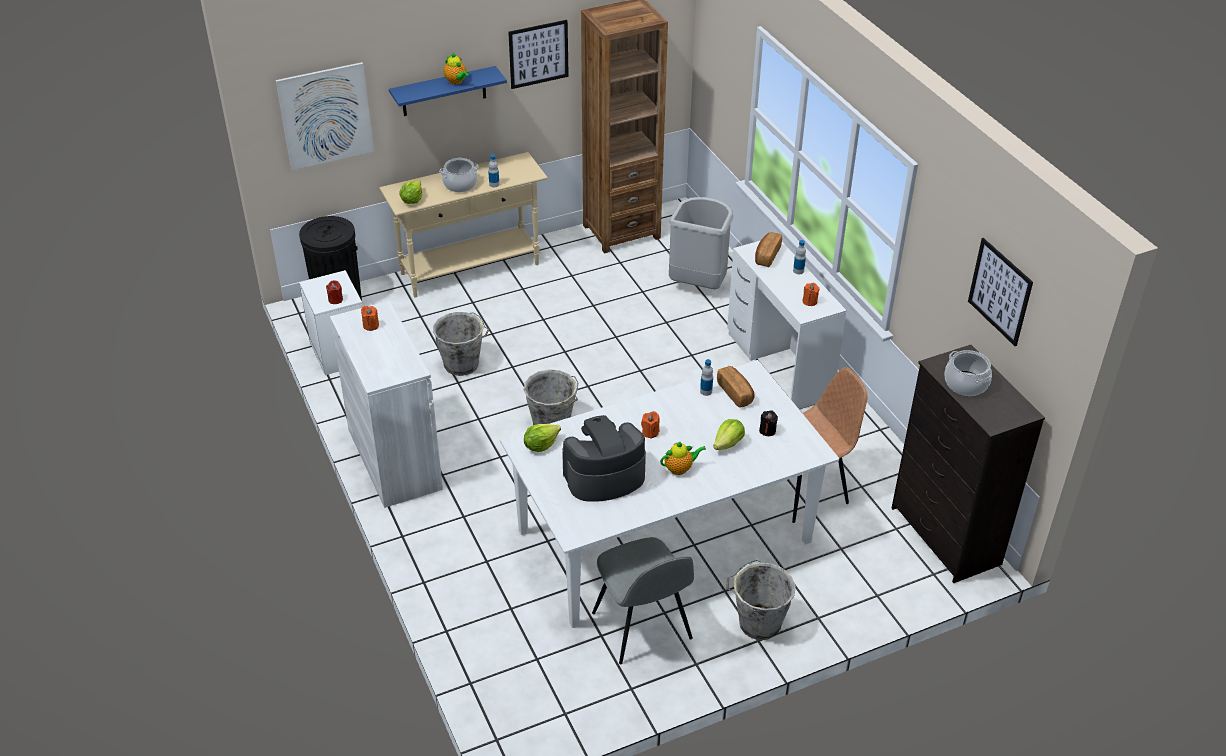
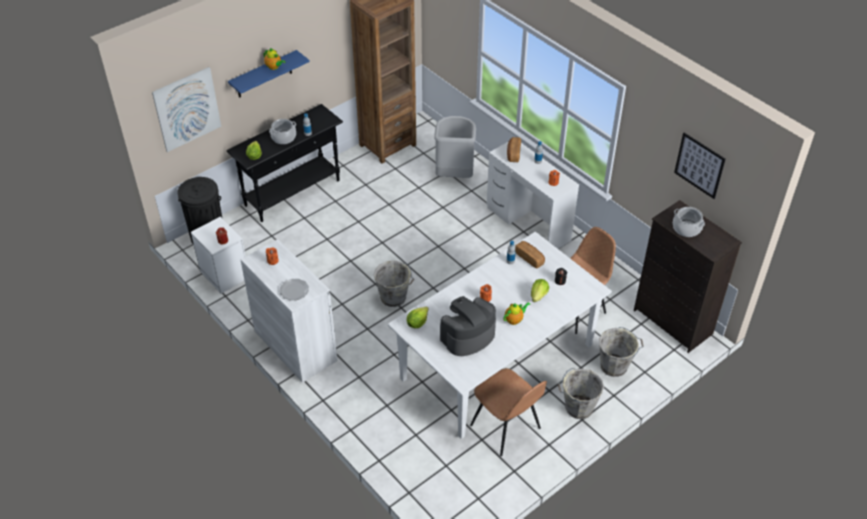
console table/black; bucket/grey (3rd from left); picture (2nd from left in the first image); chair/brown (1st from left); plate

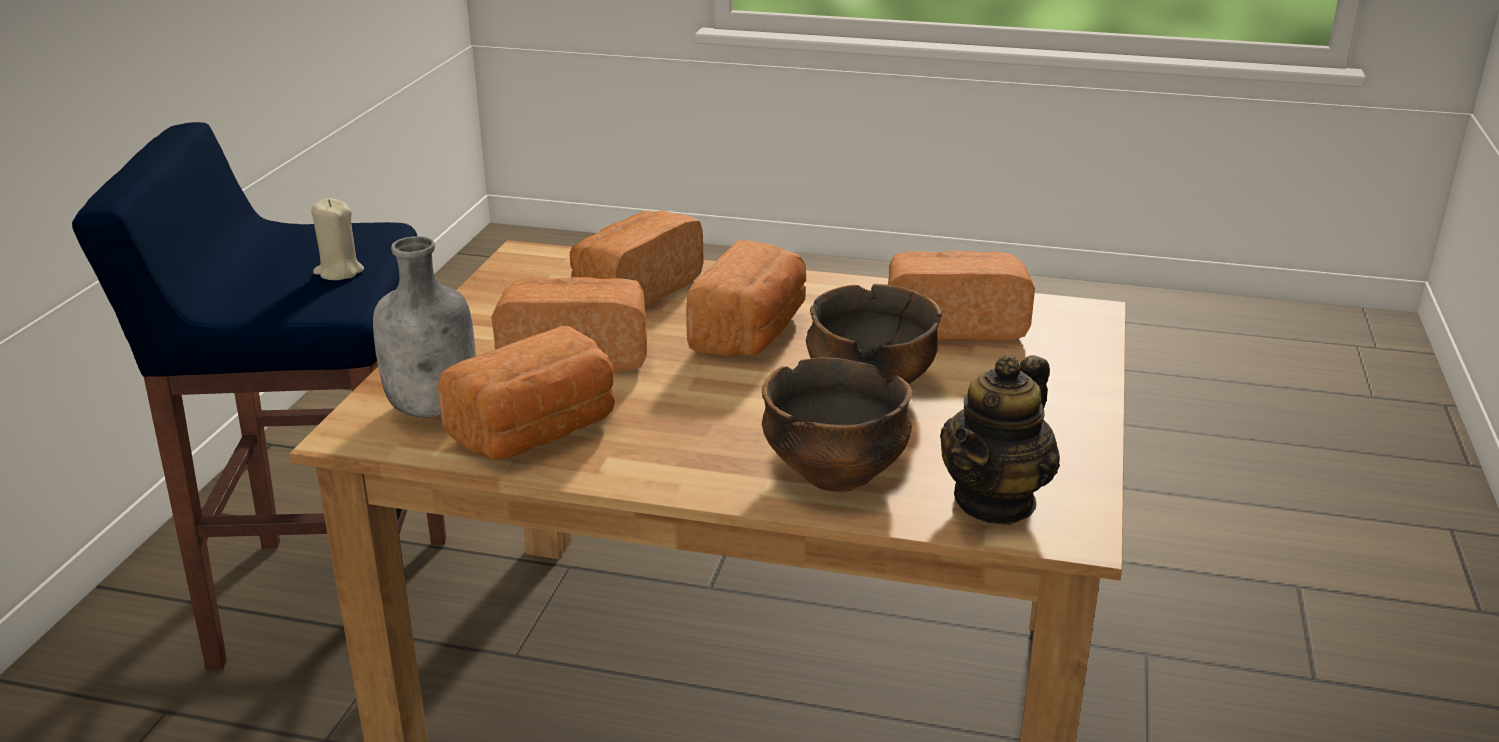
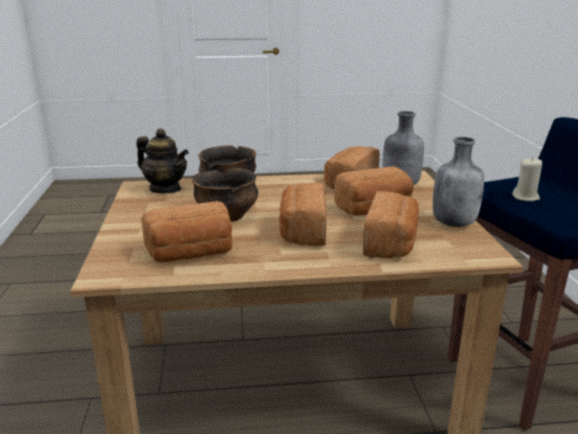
teapot; bottle/grey (2nd from left)

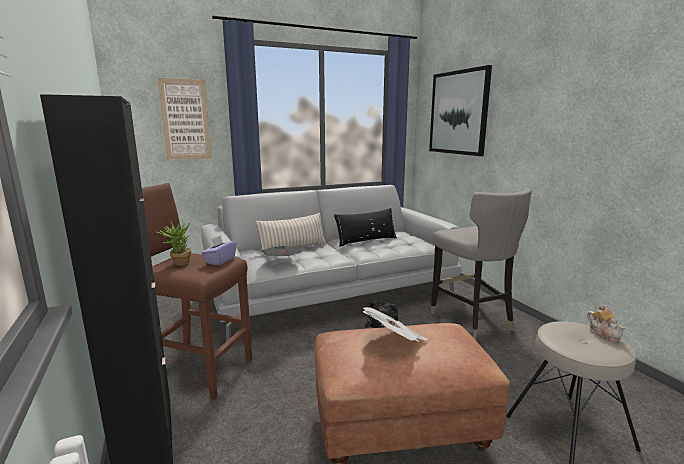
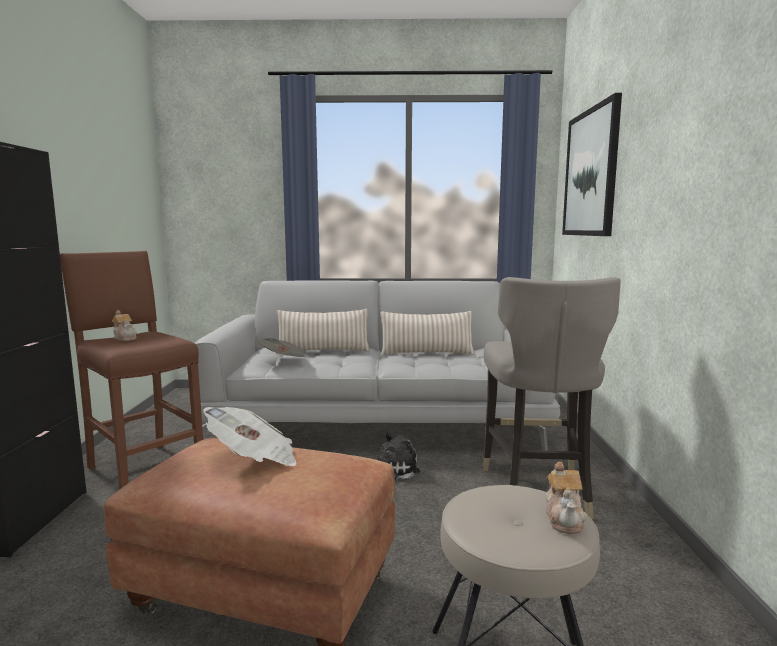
teapot (1st from left); picture (1st from left in the first image); tissue box/purple; pillow/beige (2nd from left)

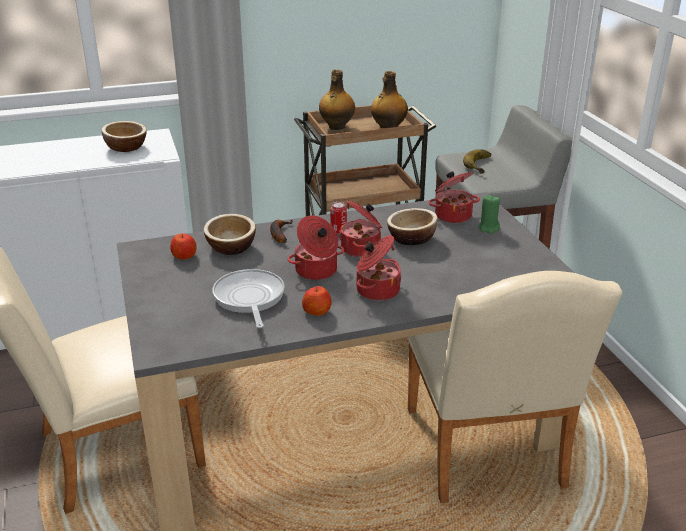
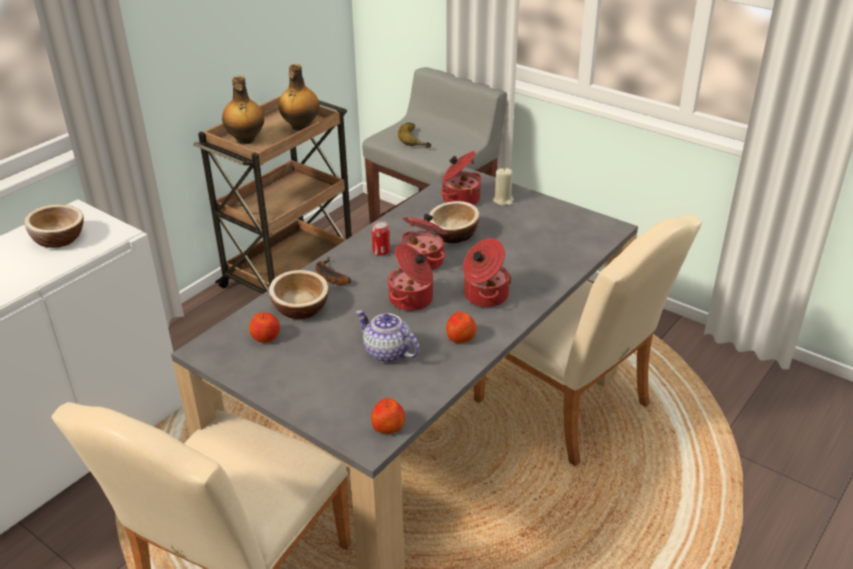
teapot; candle/beige; apple (2nd from left)

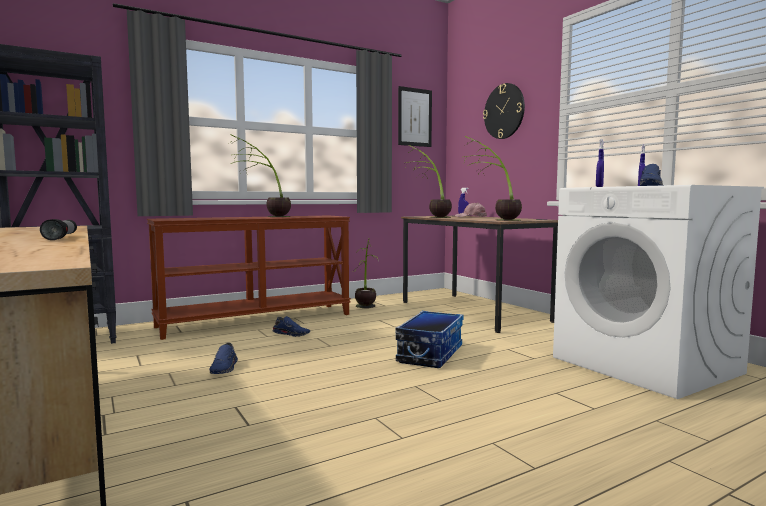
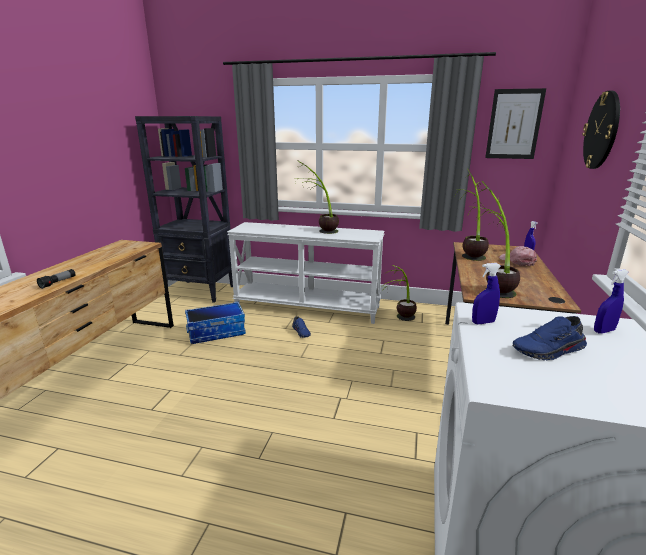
console table/white; shoe/blue (1st from left in the first image); storage box

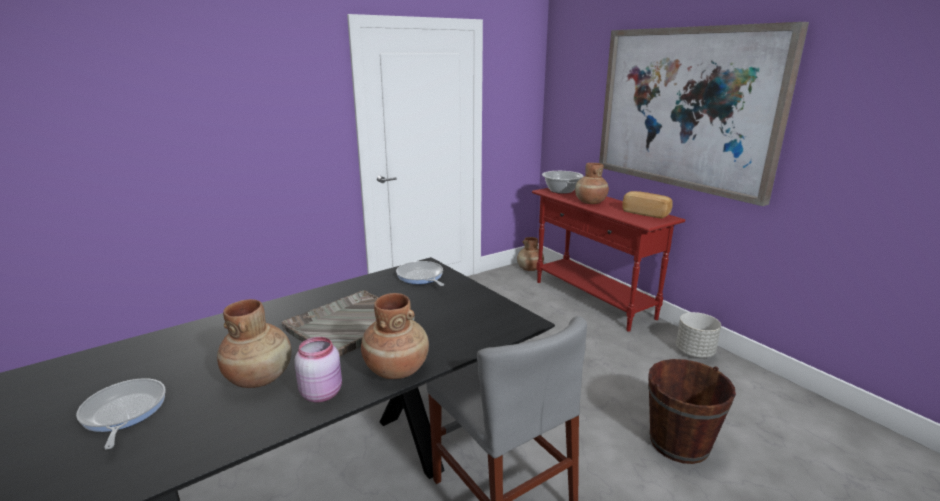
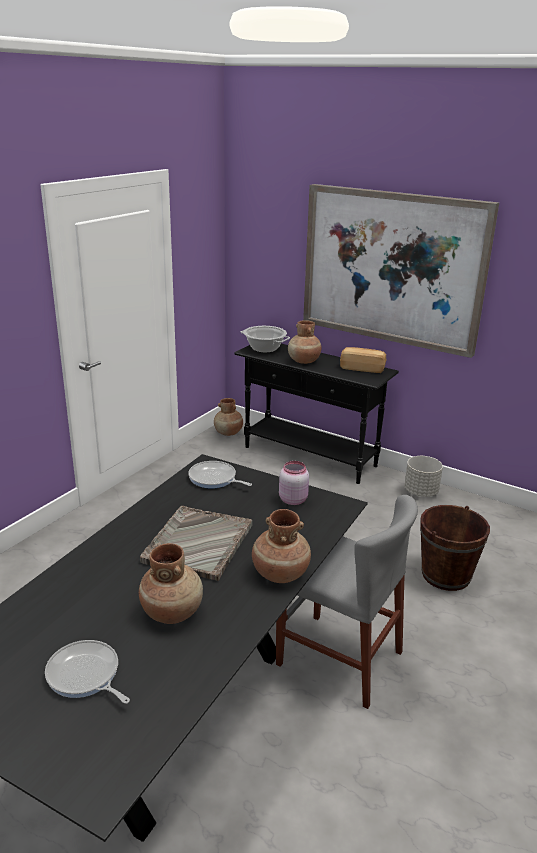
jar/pink; console table/black

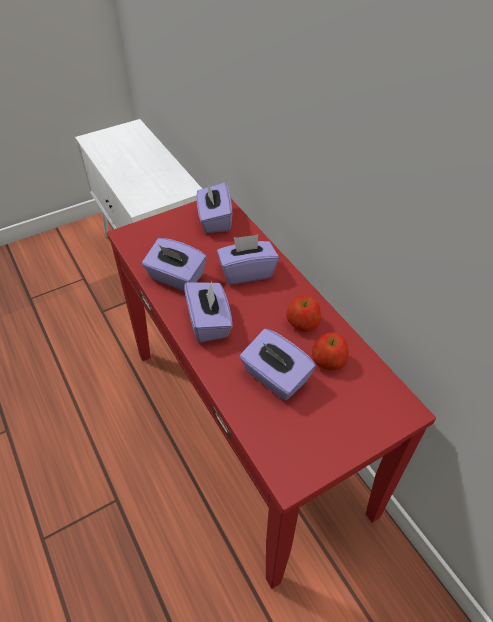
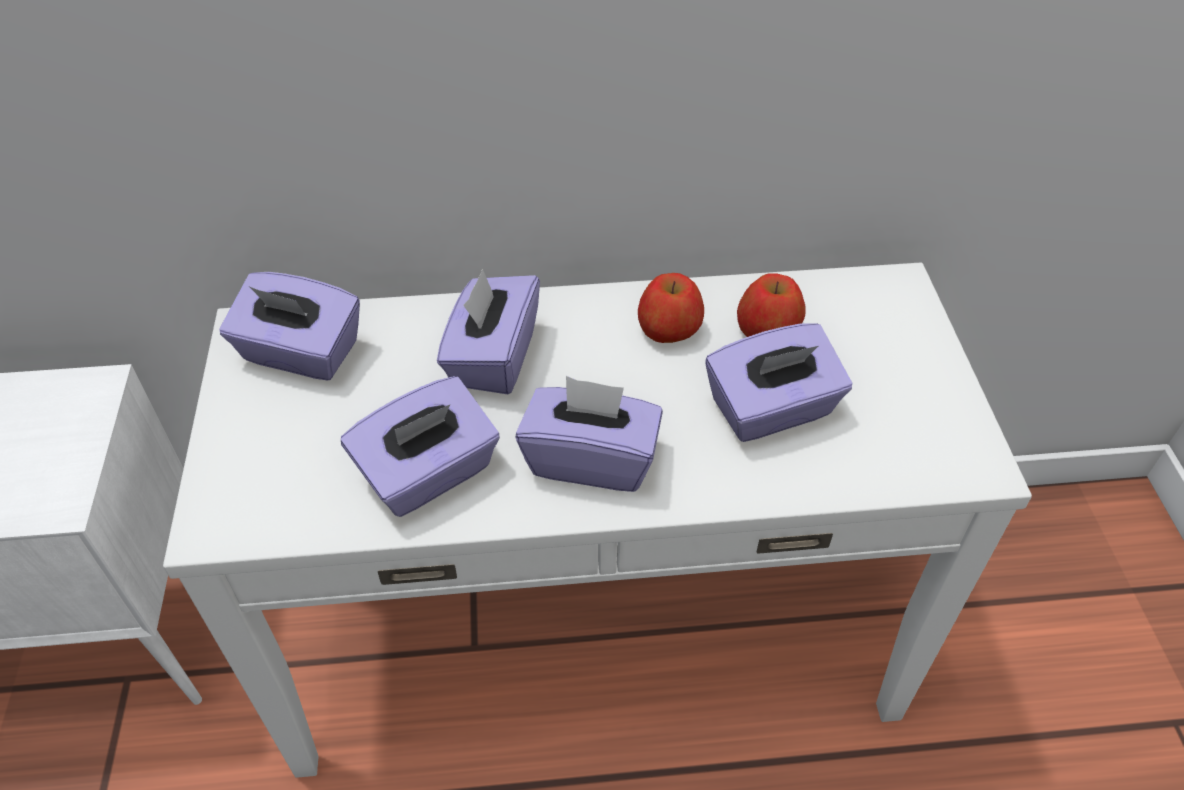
console table/white

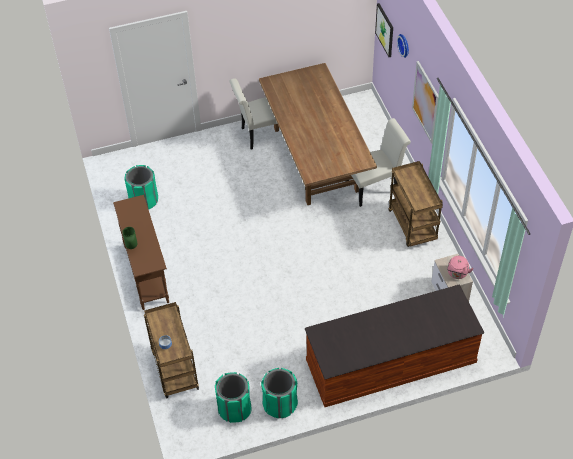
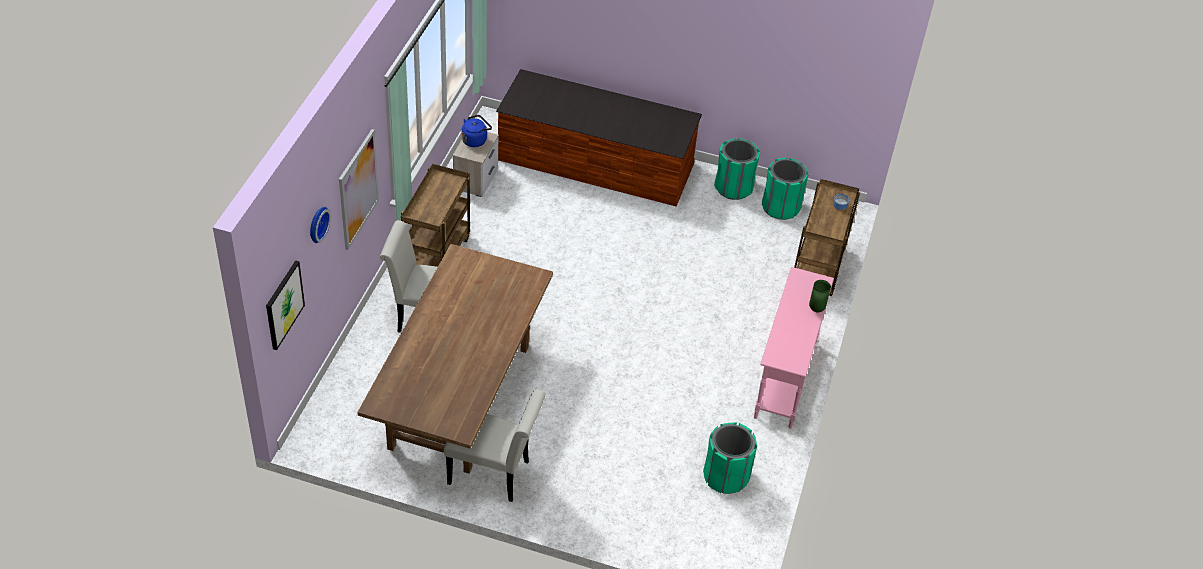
console table/pink; kettle/blue

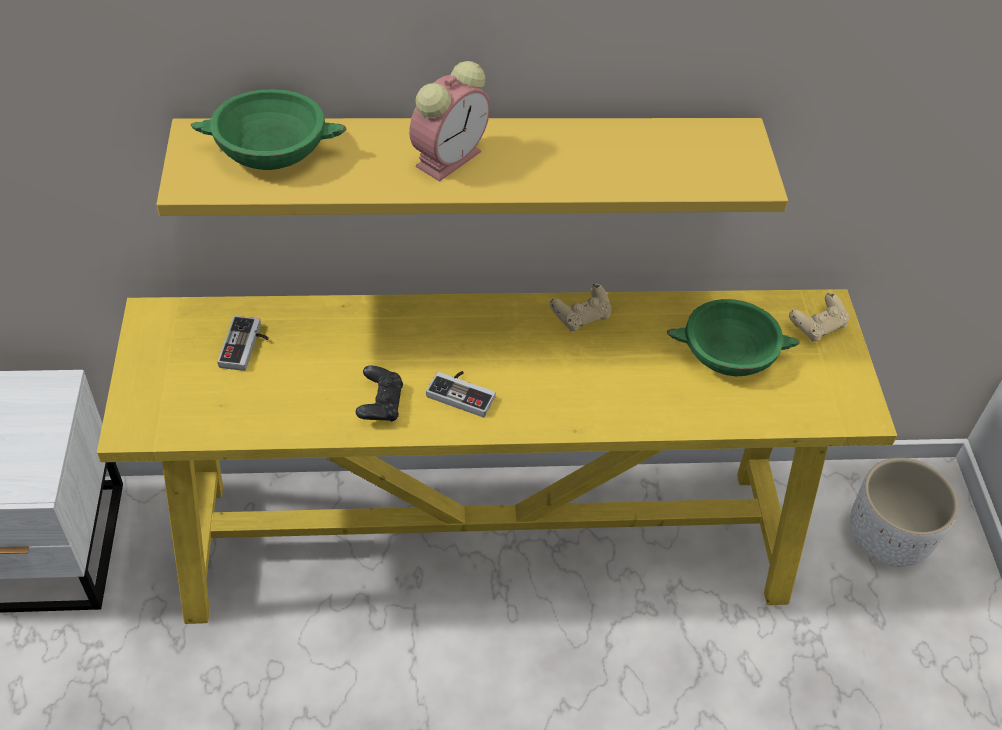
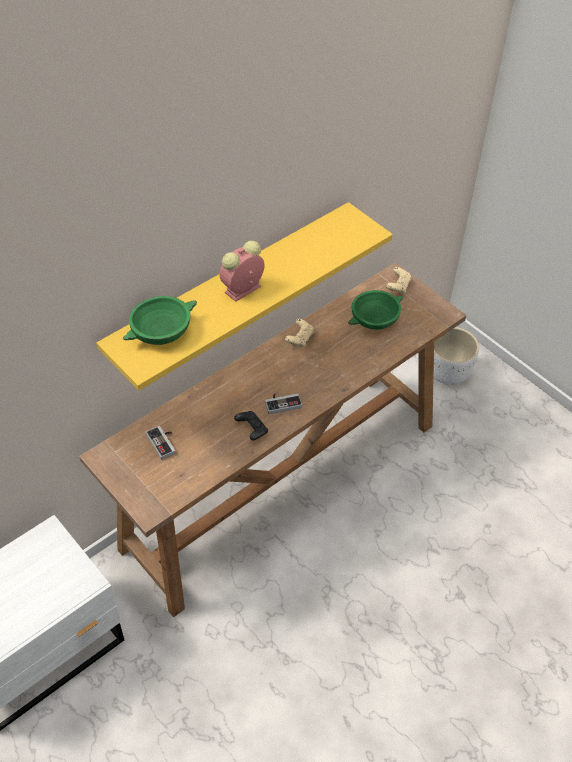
console table/brown; alarm clock

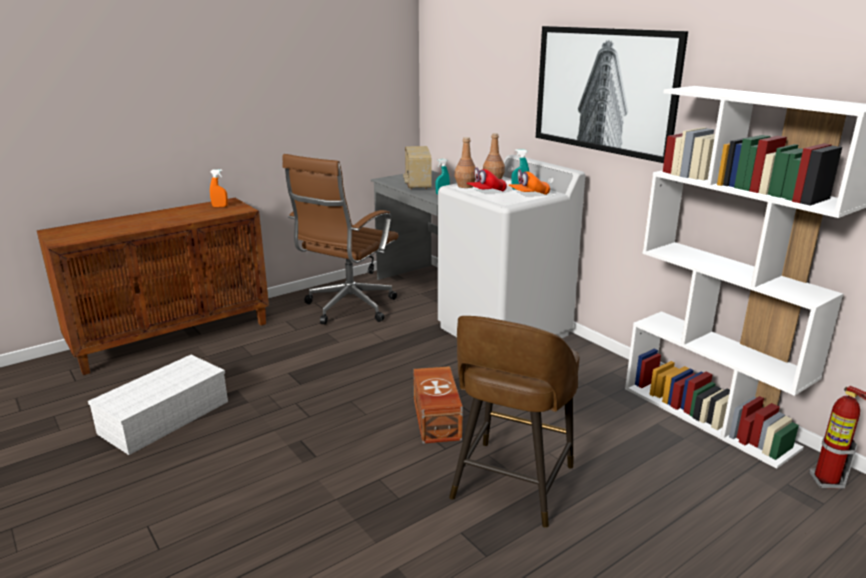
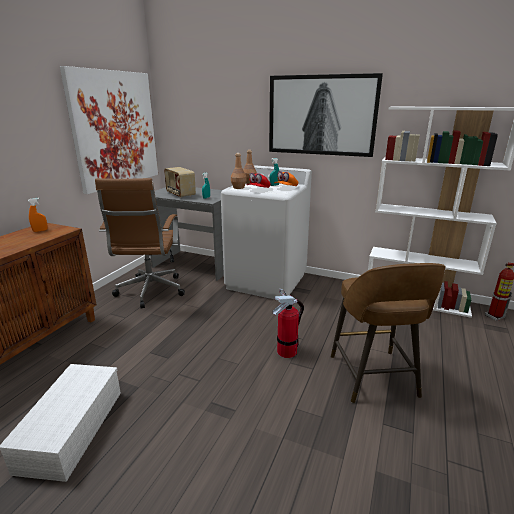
fire extinguisher (1st from left); picture (1st from left)

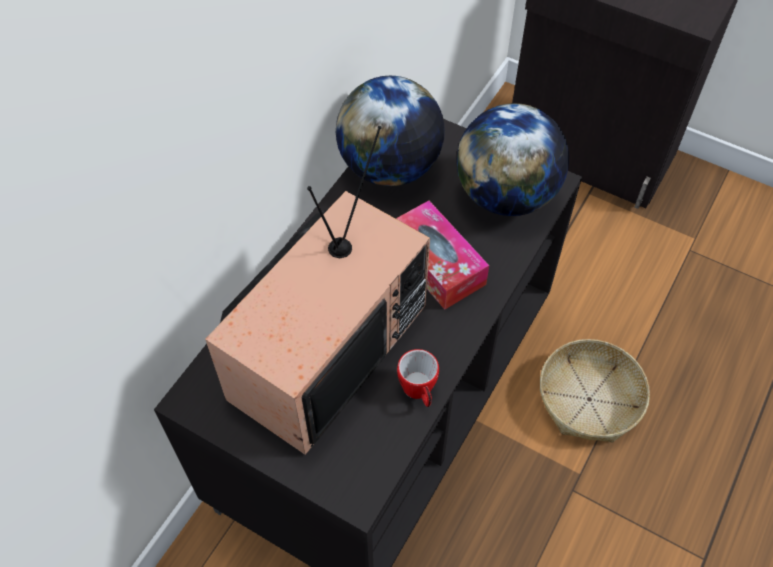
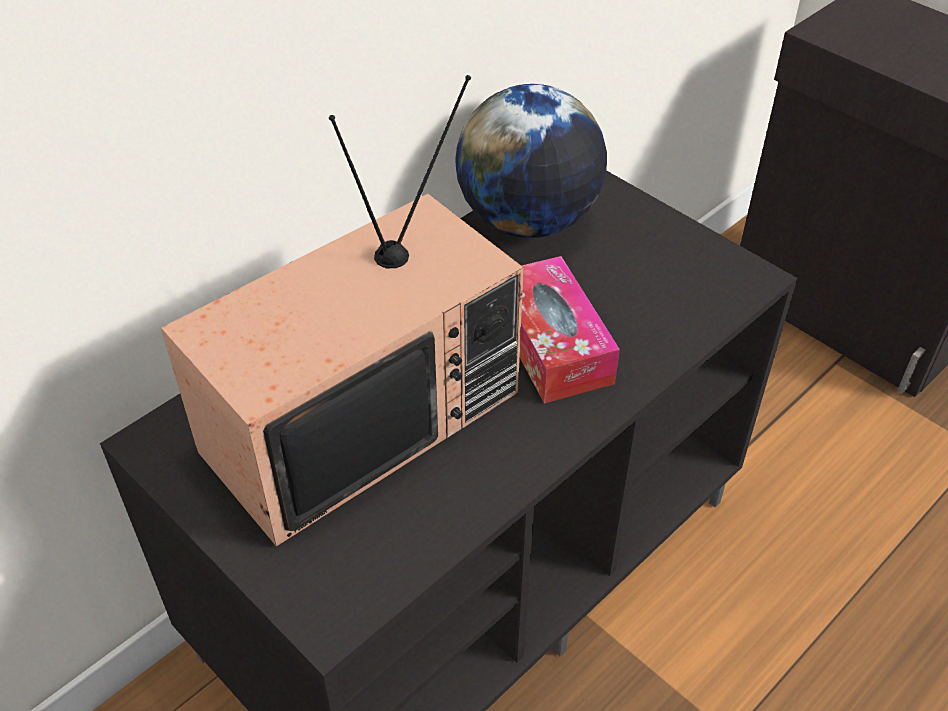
mug; globe (2nd from left in the first image); basket

